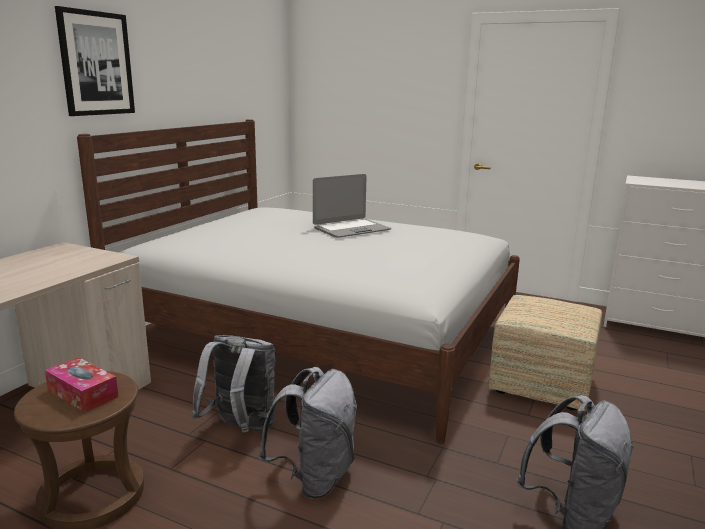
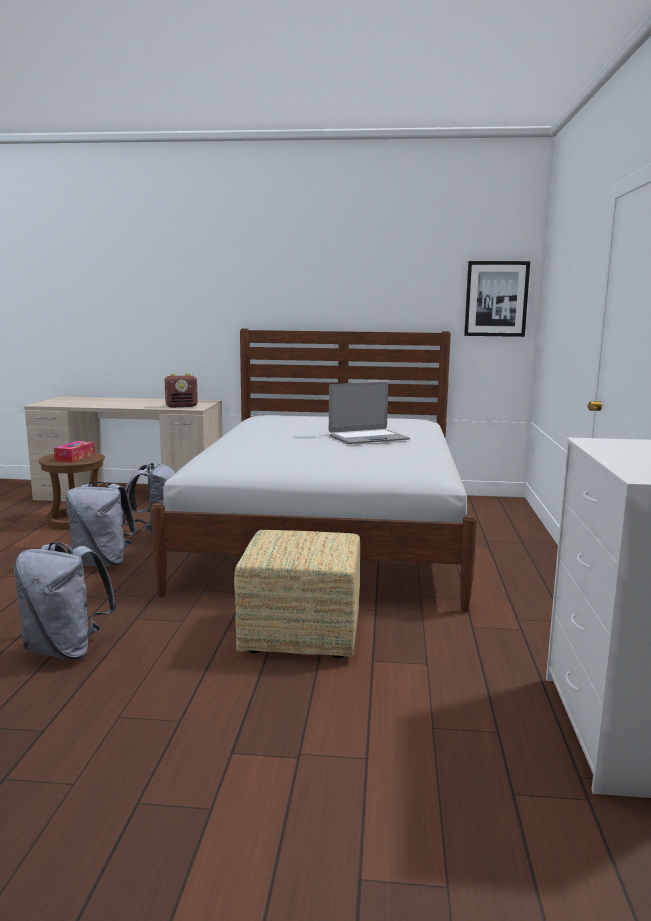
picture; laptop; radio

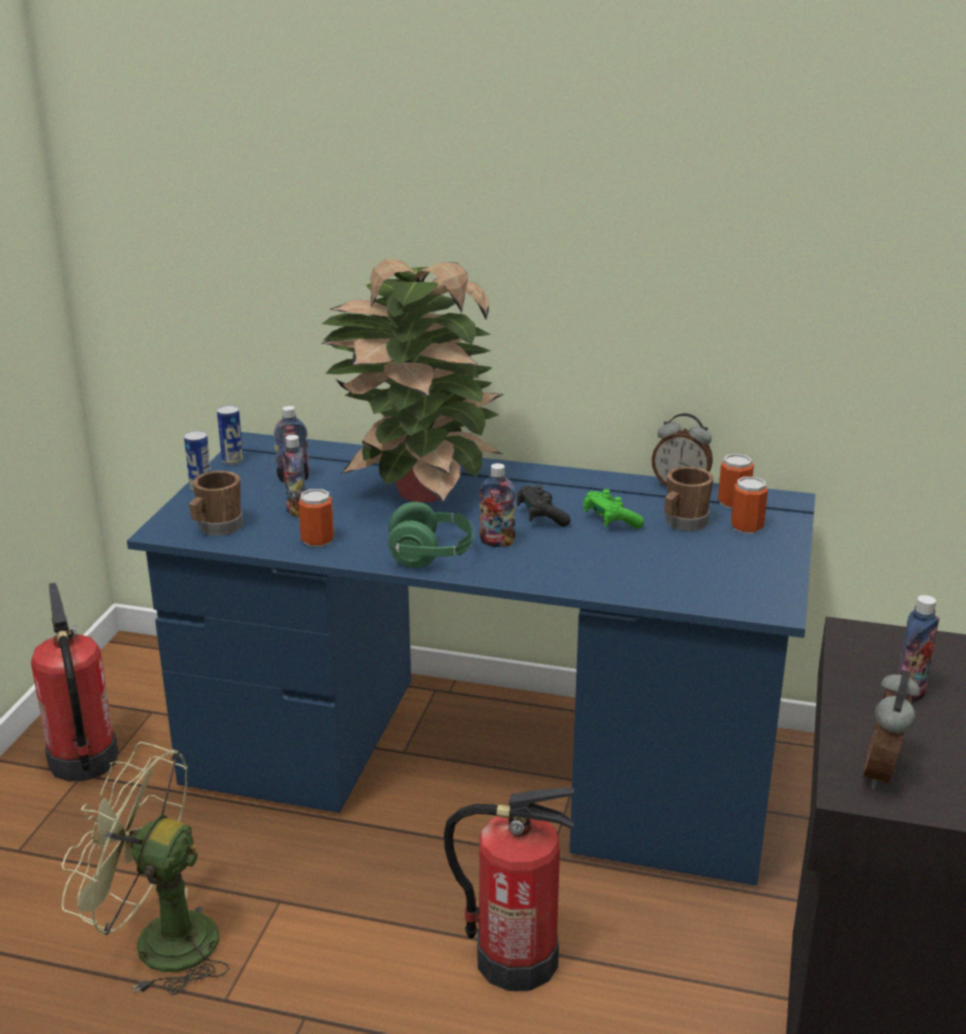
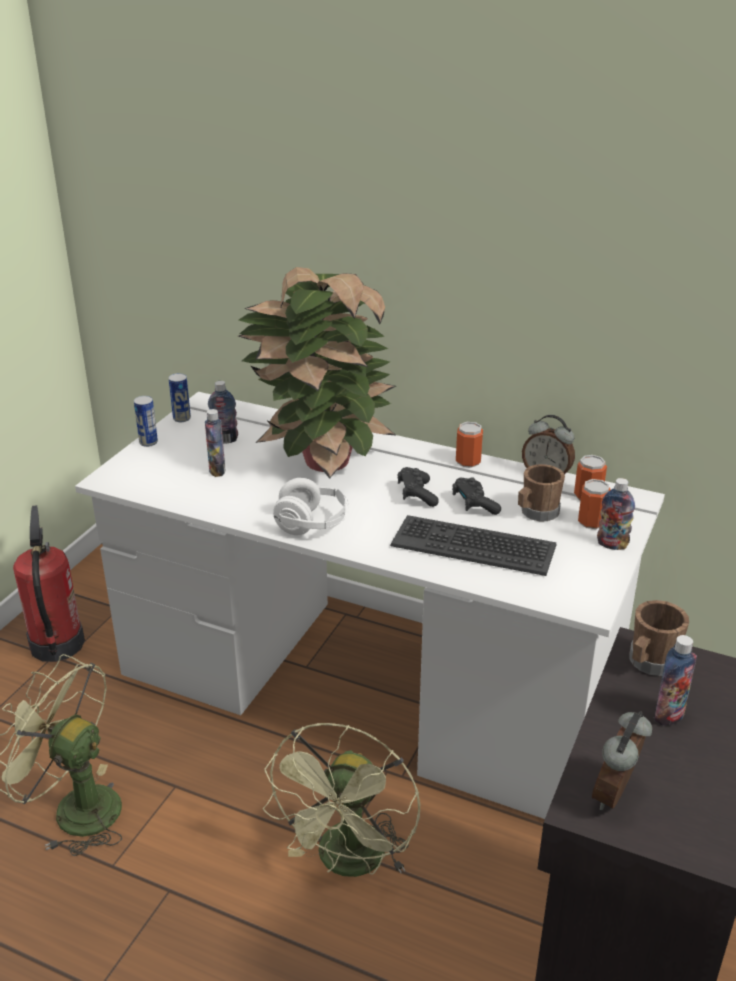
desk/white; mug/brown (2nd from left); can (3rd from left); headphones/white; fan/green (2nd from left); bottle (3rd from left); game controller/black (2nd from left); keyboard

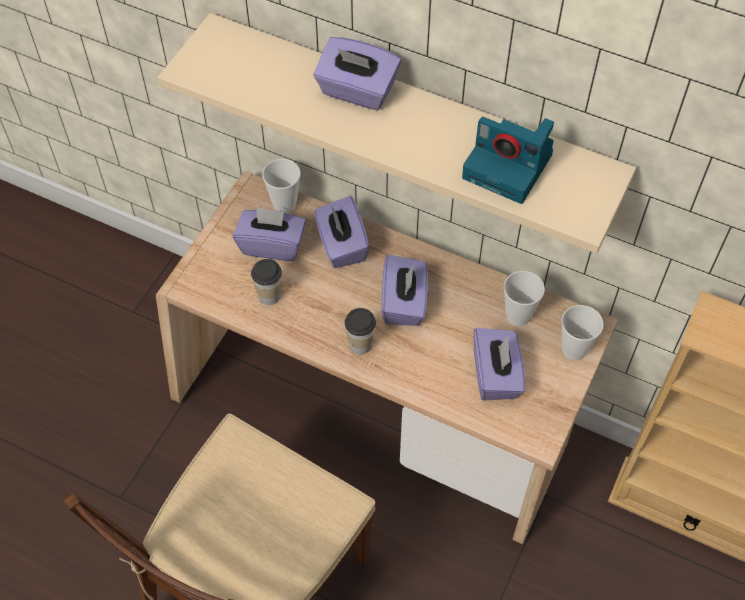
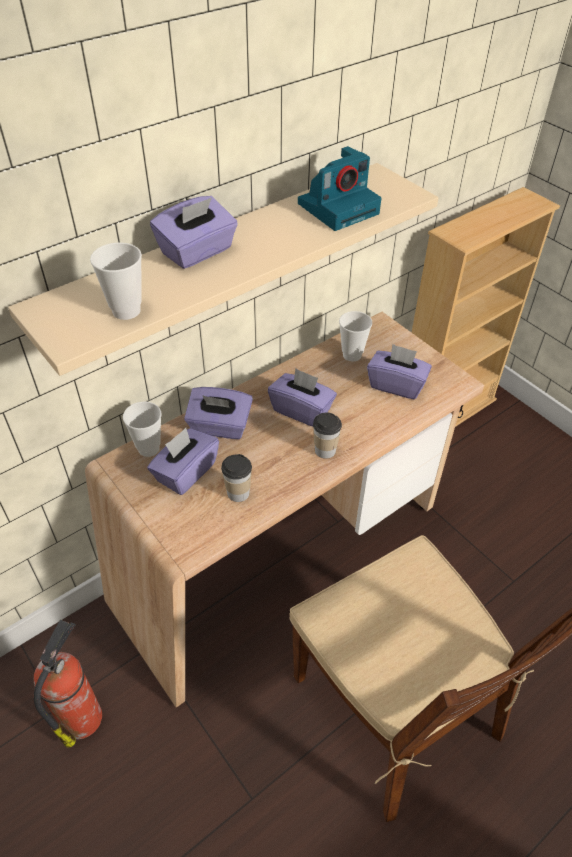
cup (1st from left); fire extinguisher

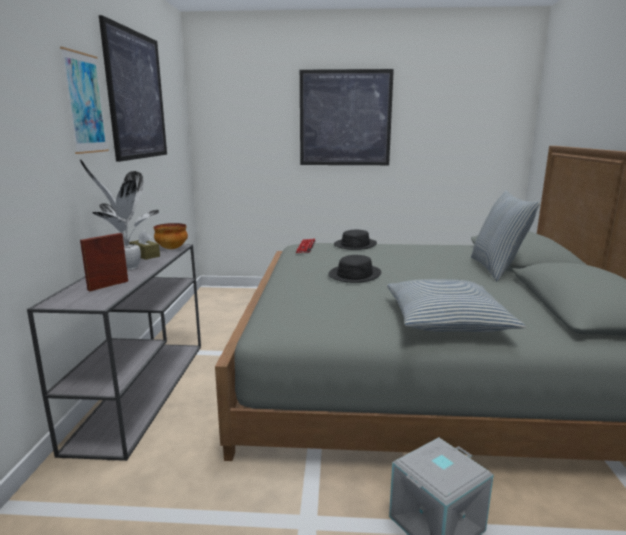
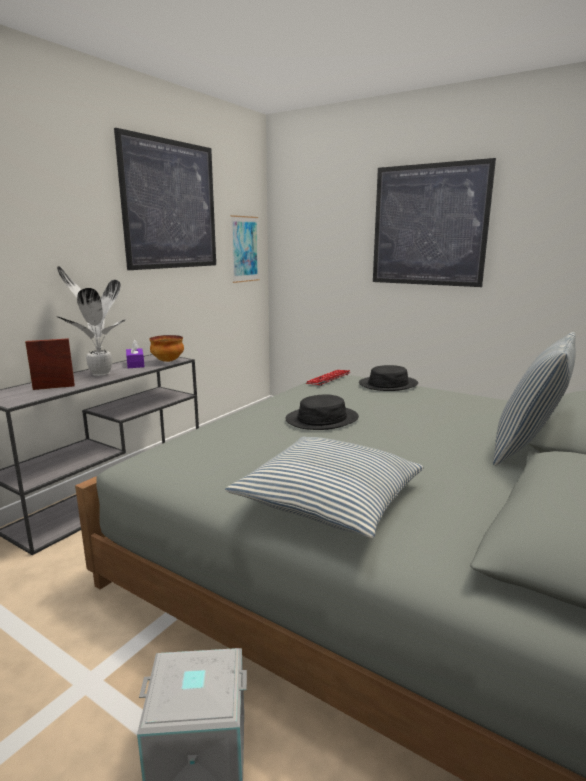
picture (2nd from left); tissue box/purple

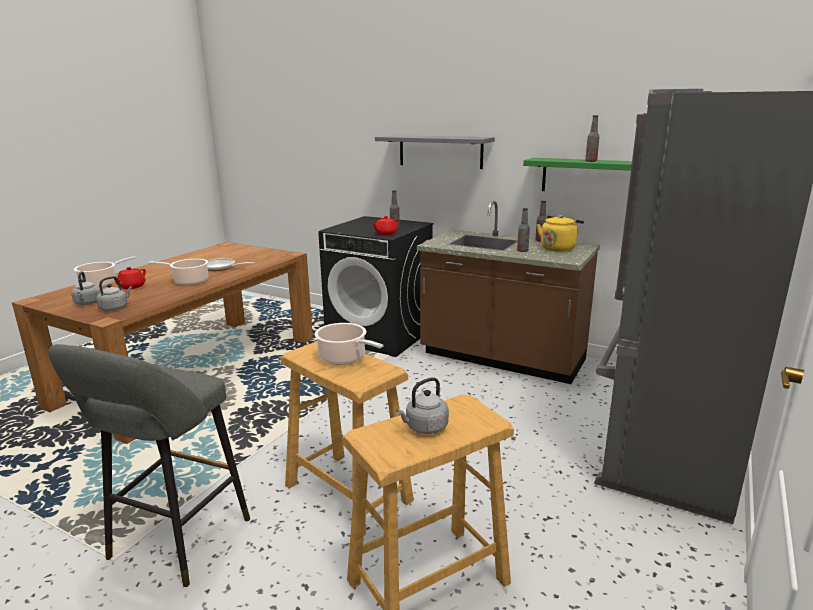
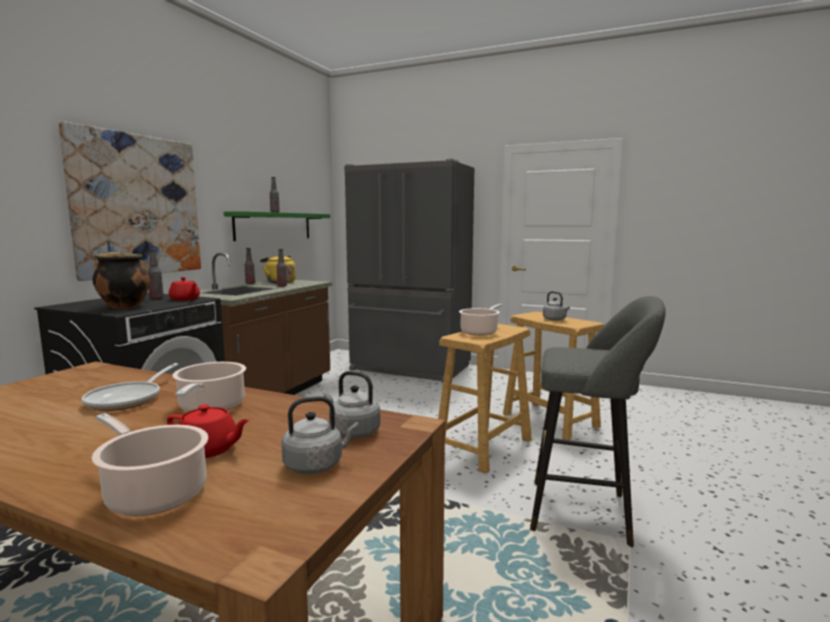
picture; cooking pot (1st from left)

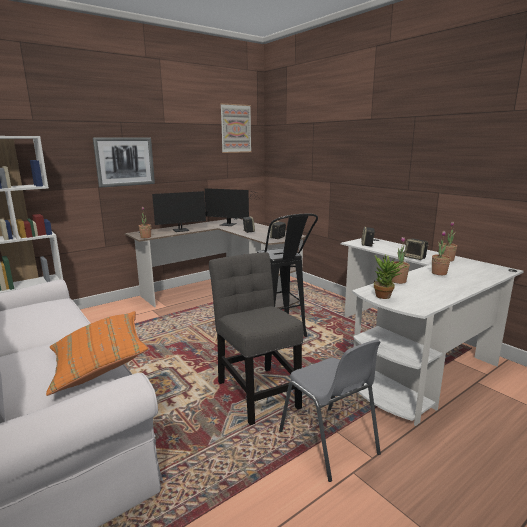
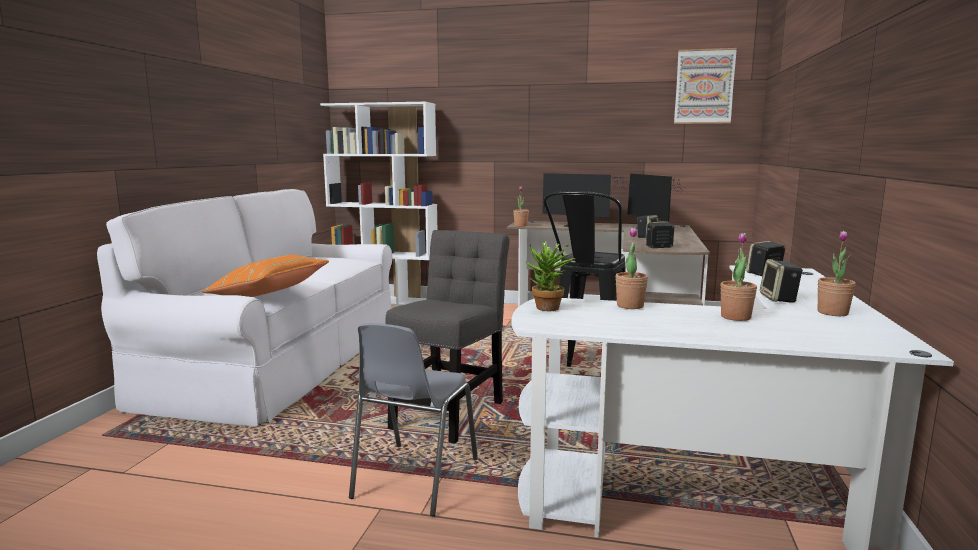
picture (1st from left in the first image)

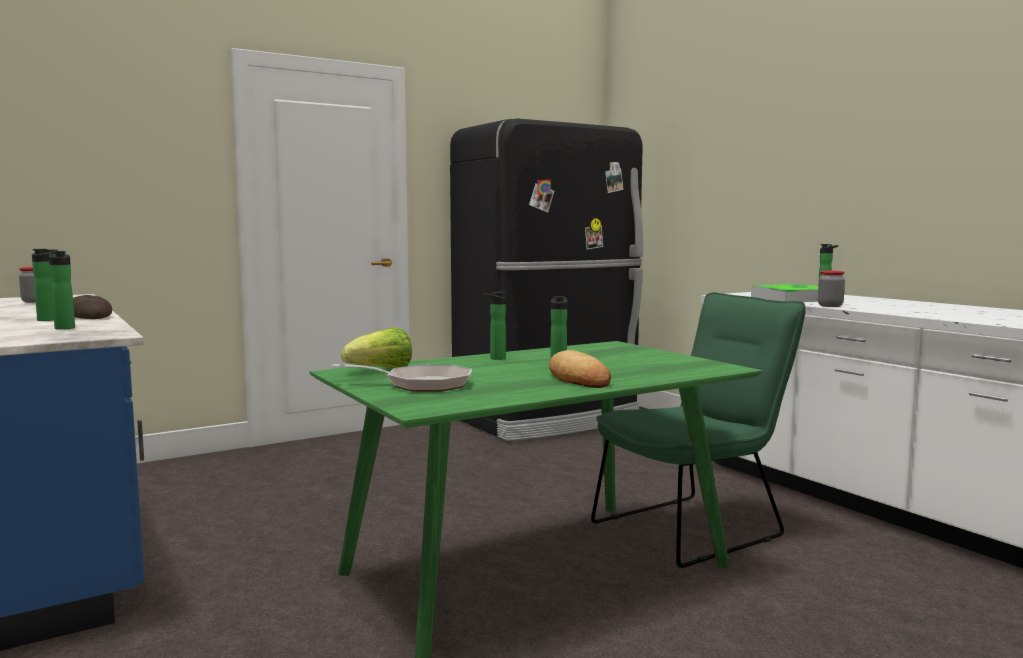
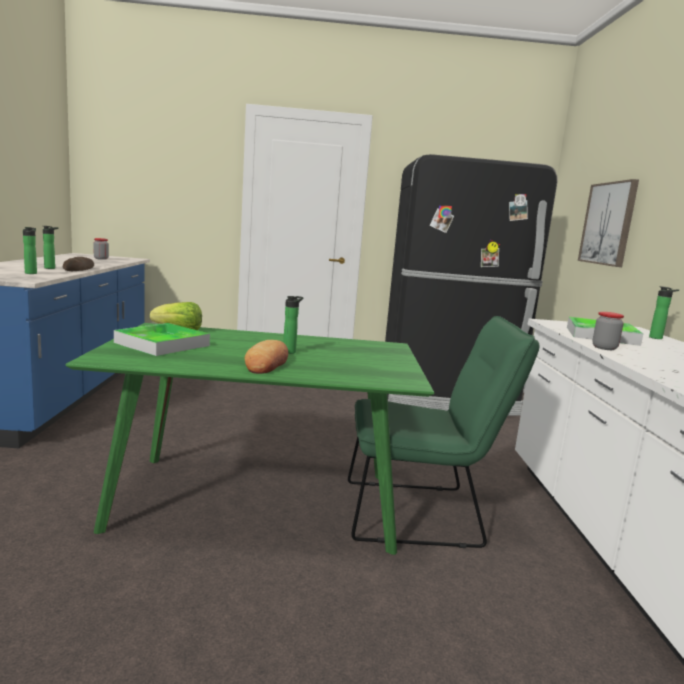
tray (1st from left); bottle (3rd from left in the first image); picture

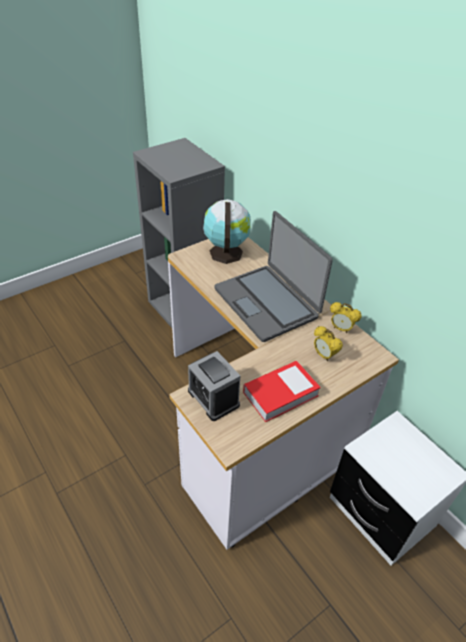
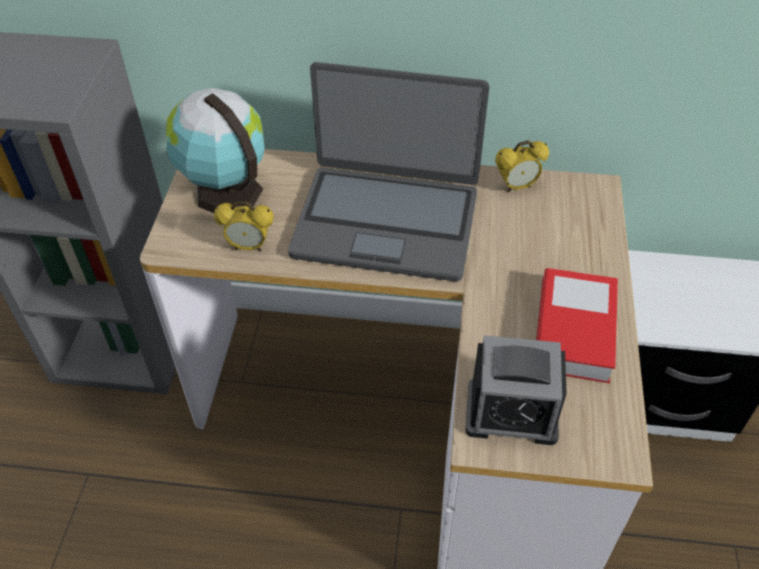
alarm clock (1st from left)

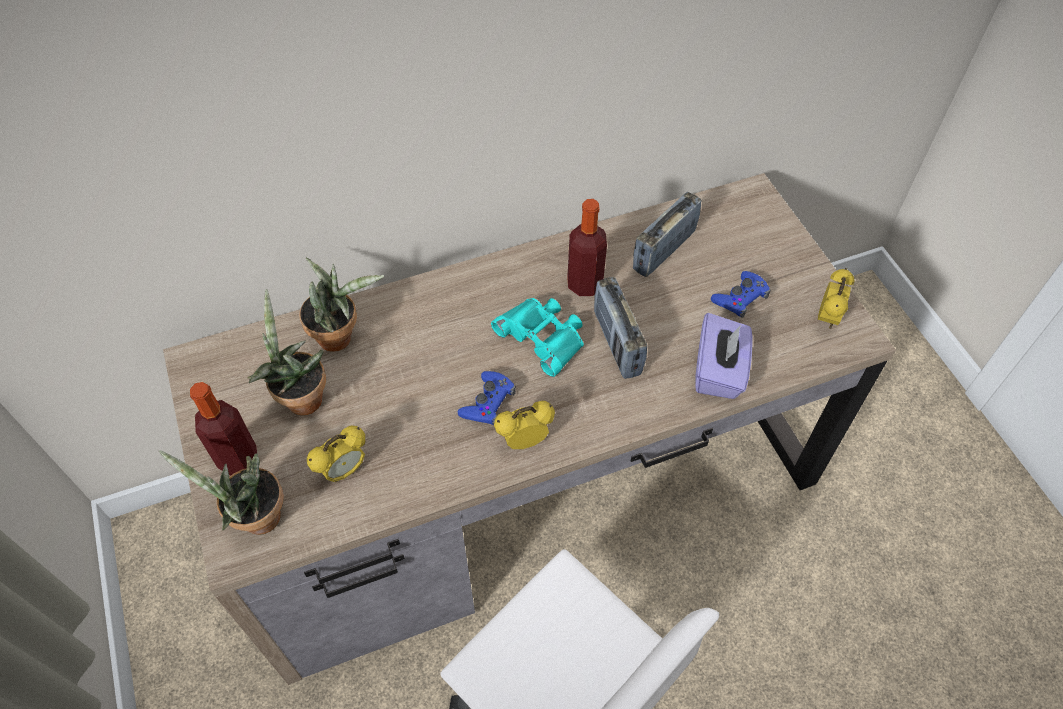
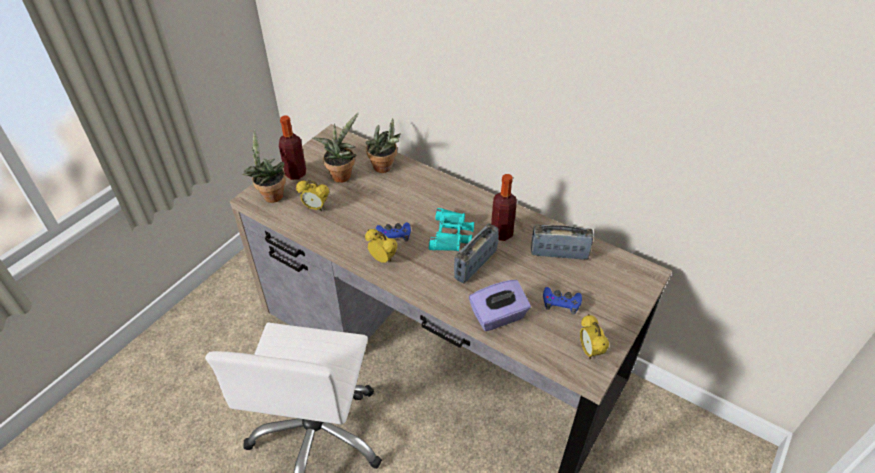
alarm clock (3rd from left)

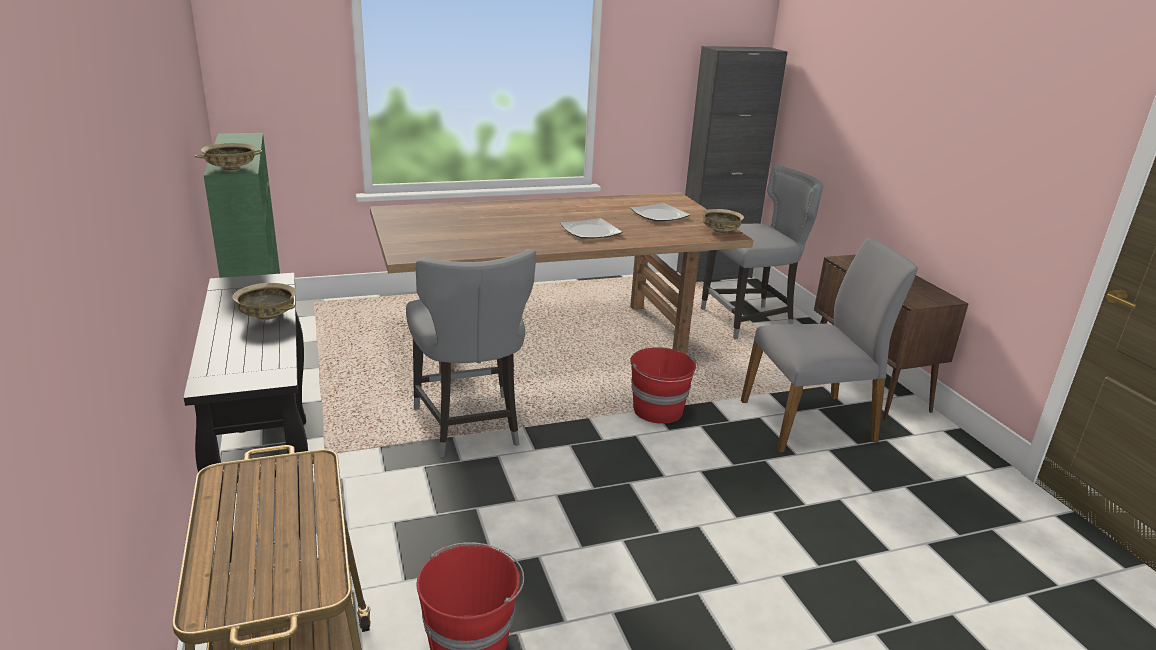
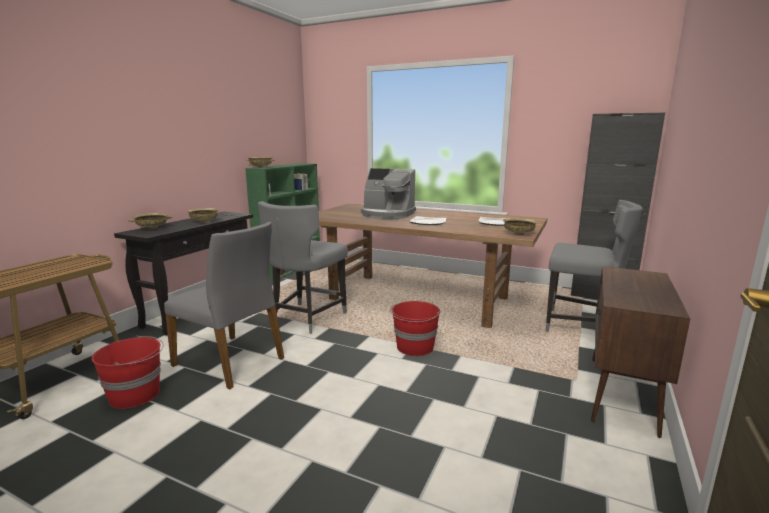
chair/grey (1st from left); bowl/beige (1st from left); coffee machine

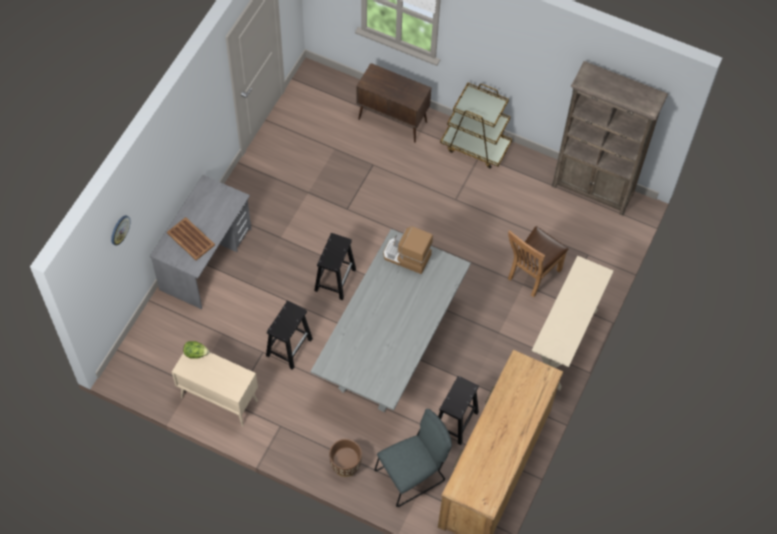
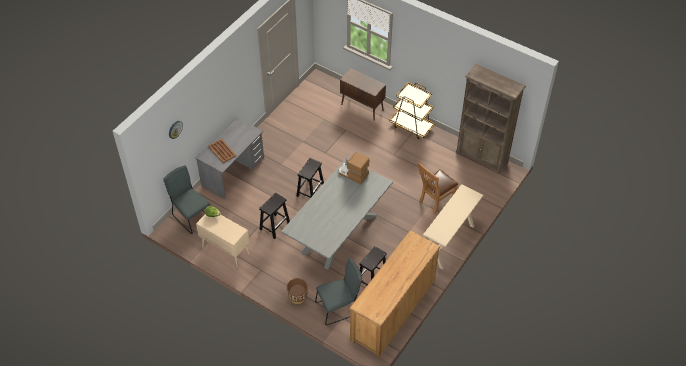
chair/grey (1st from left)

